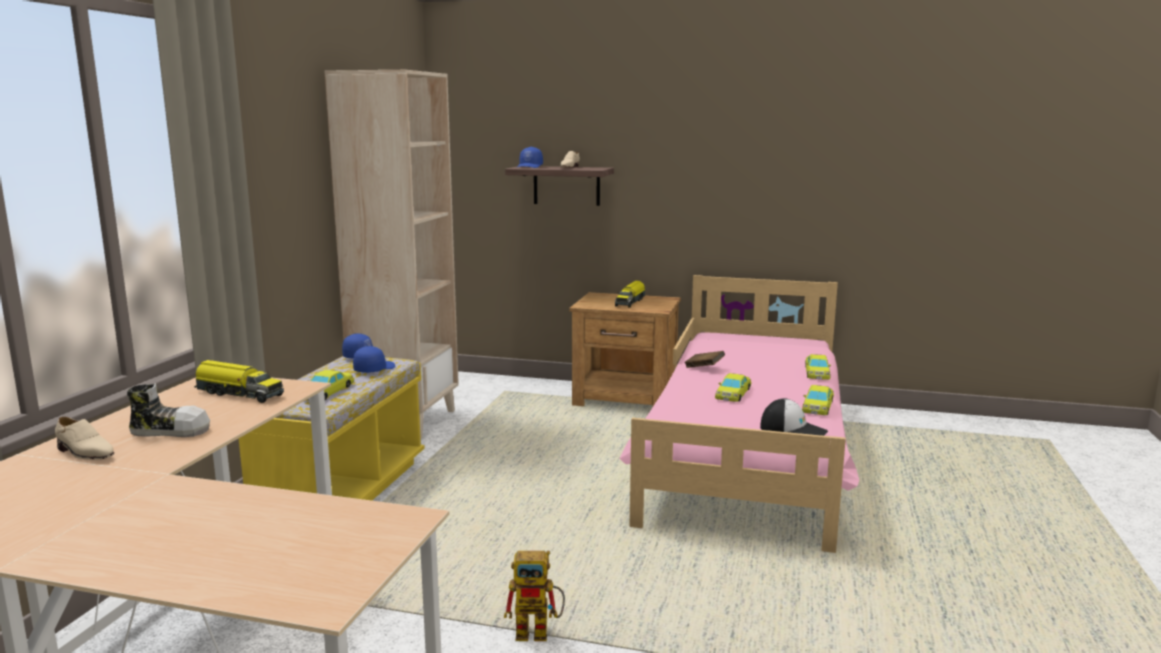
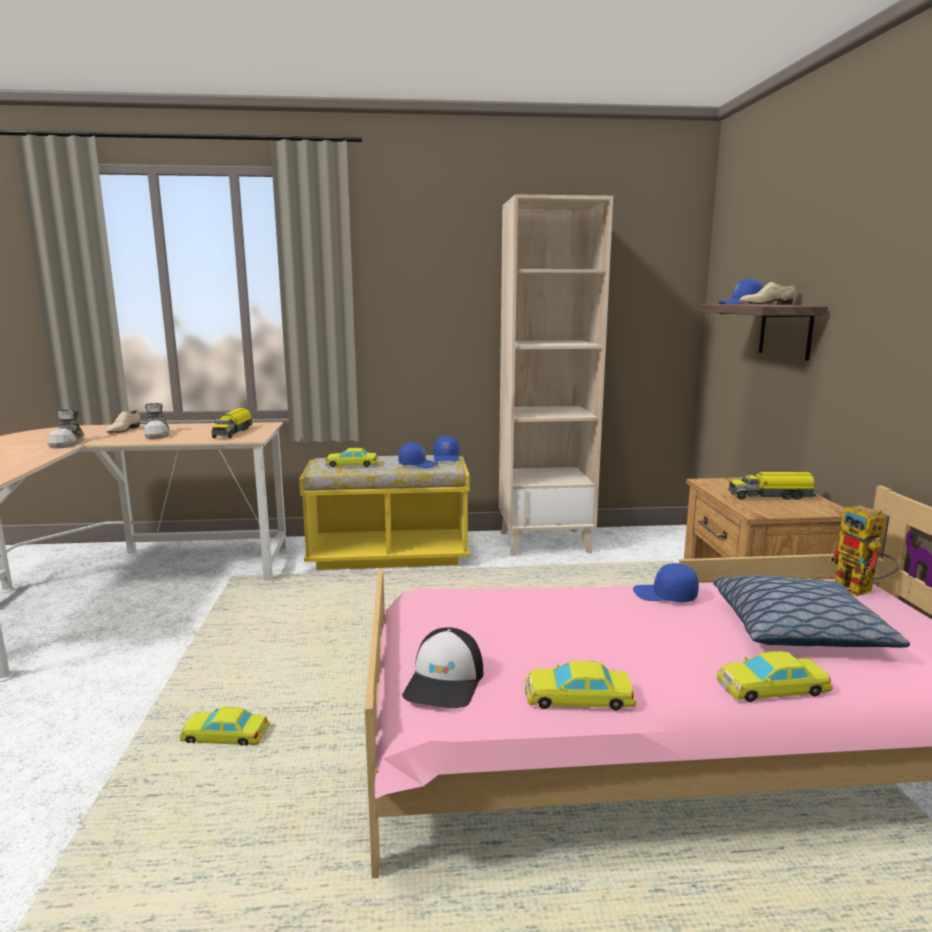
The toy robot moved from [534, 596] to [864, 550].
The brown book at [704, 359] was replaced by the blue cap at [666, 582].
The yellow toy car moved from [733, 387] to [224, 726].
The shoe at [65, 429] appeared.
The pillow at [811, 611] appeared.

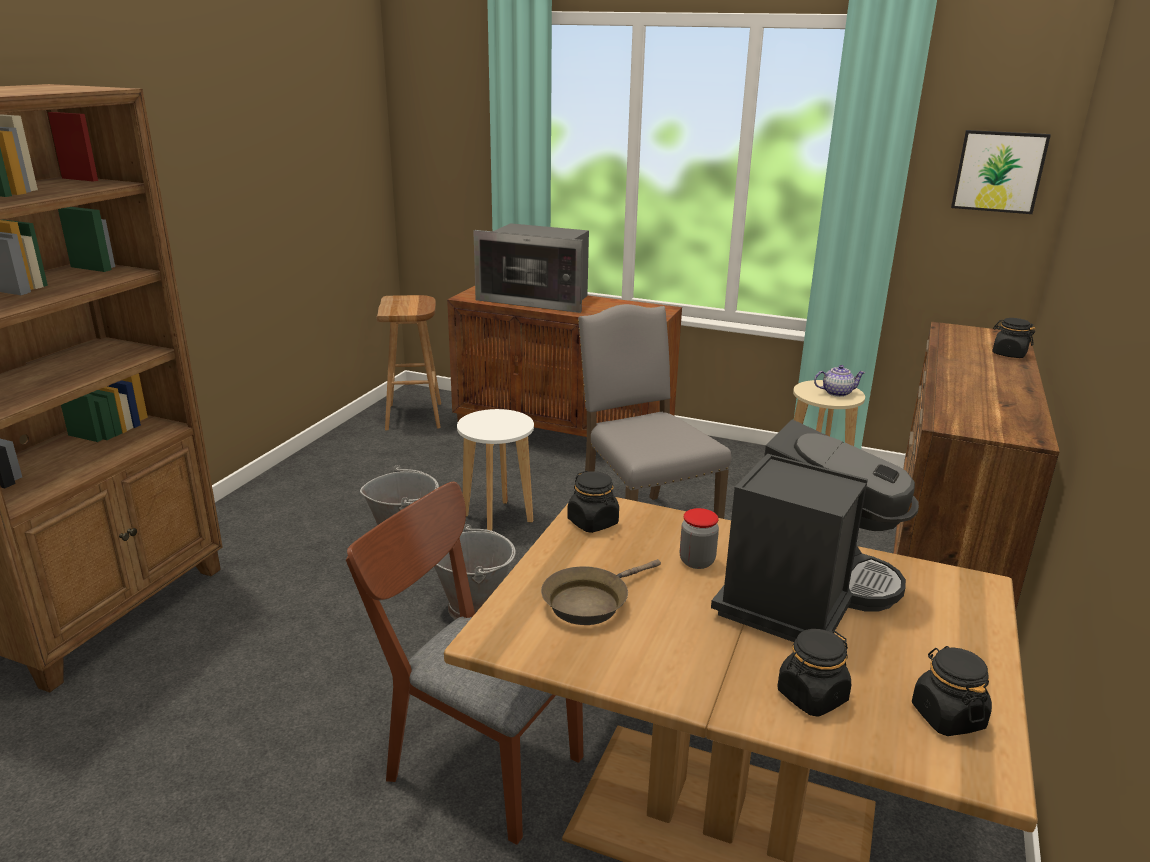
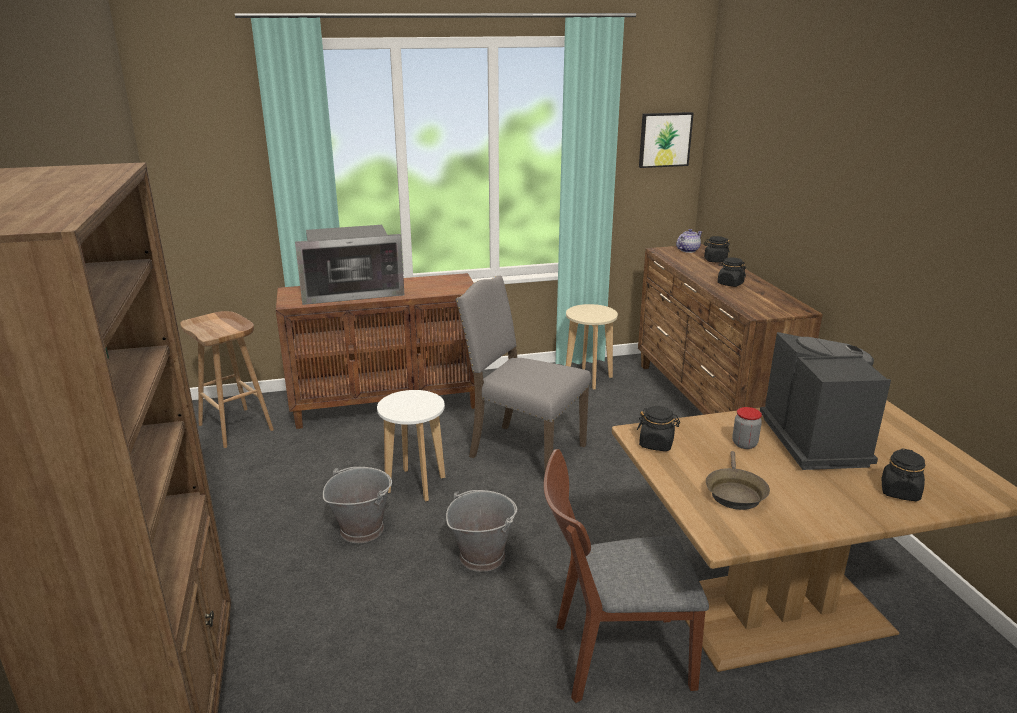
The teapot moved from [839, 381] to [689, 241].
The black jar moved from [952, 691] to [732, 272].

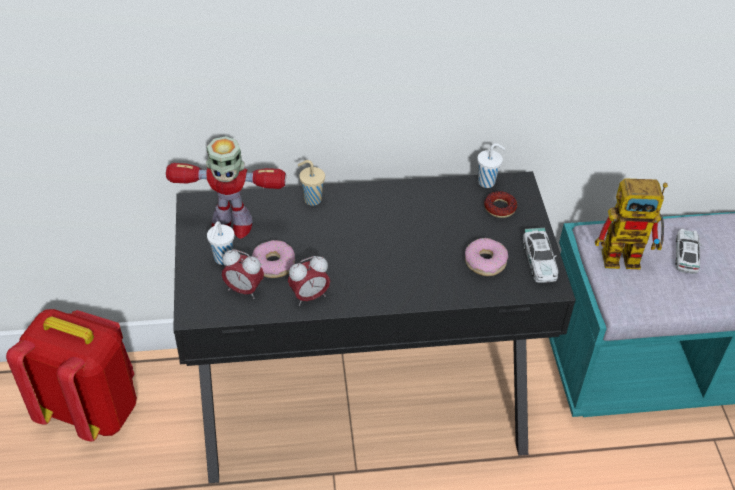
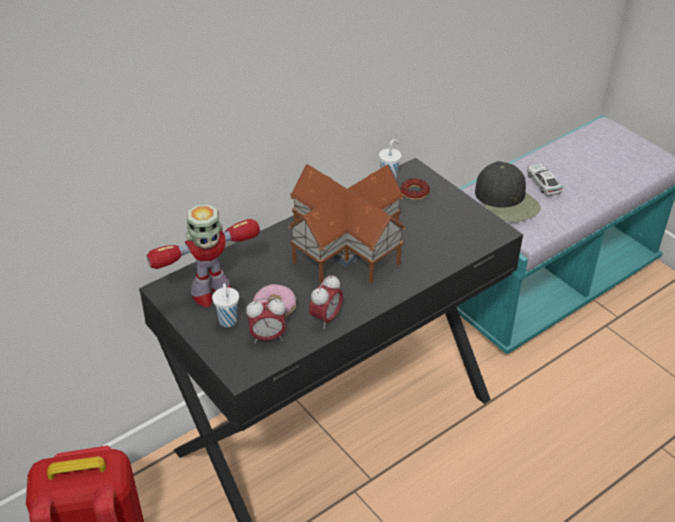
The beige cup at [311, 183] disappeared.
The donut at [486, 257] disappeared.
The toy car at [540, 255] disappeared.
The toy robot at [631, 224] was replaced by the black cap at [508, 191].
The toy house at [347, 224] appeared.

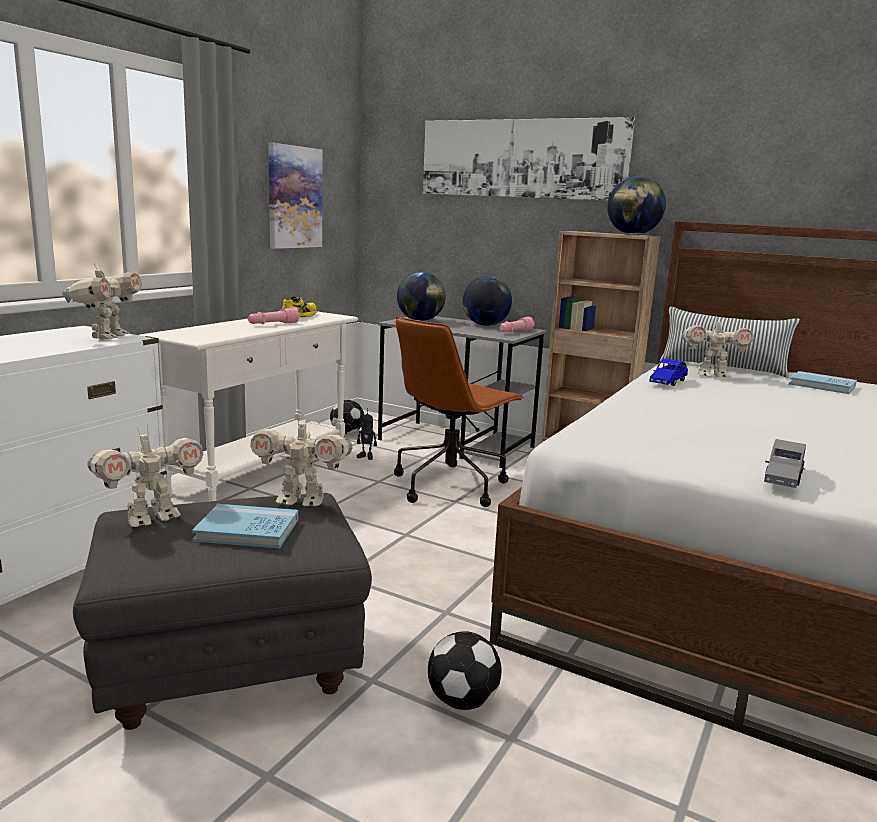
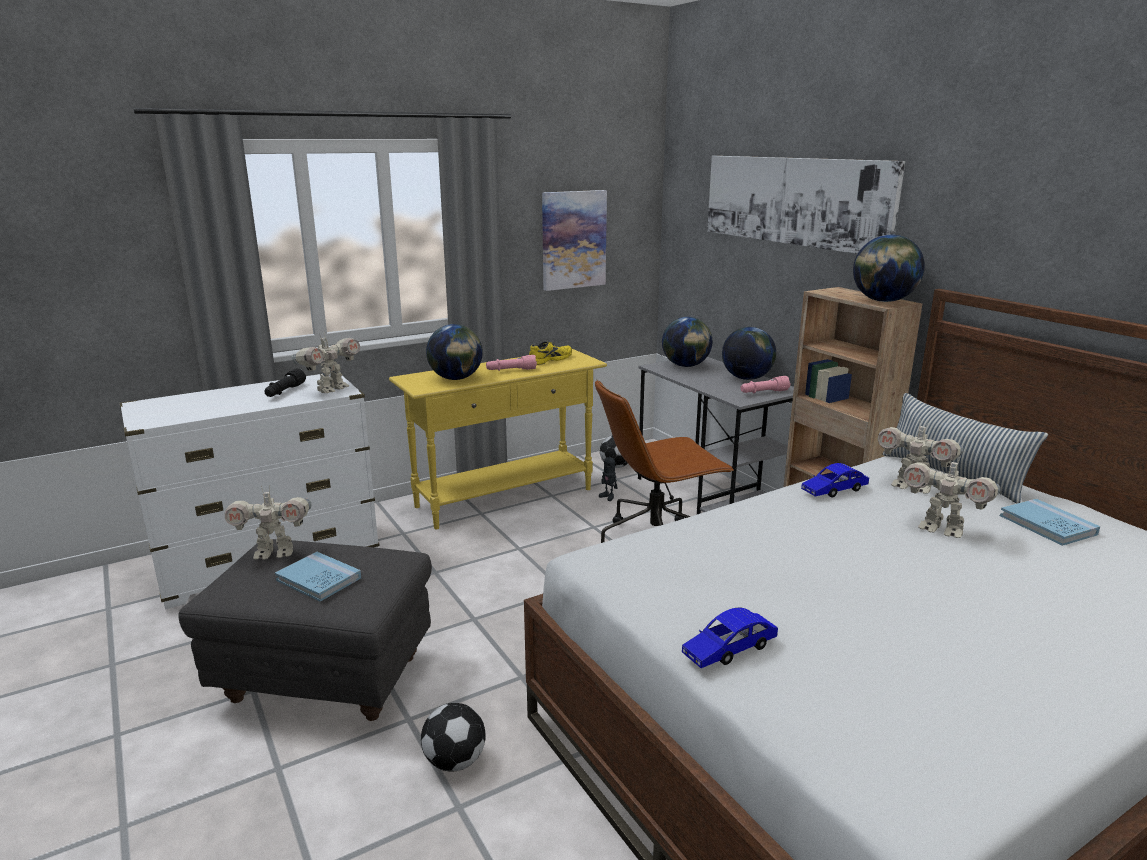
The white console table at [249, 407] became the yellow console table at [498, 439].
The toy robot moved from [301, 460] to [951, 496].
The grey toy car at [785, 463] became the blue toy car at [730, 638].
The black flashlight at [285, 382] appeared.
The globe at [454, 352] appeared.

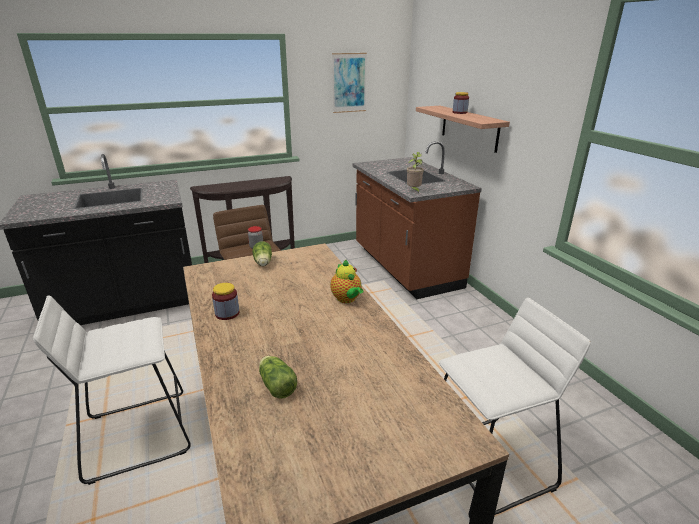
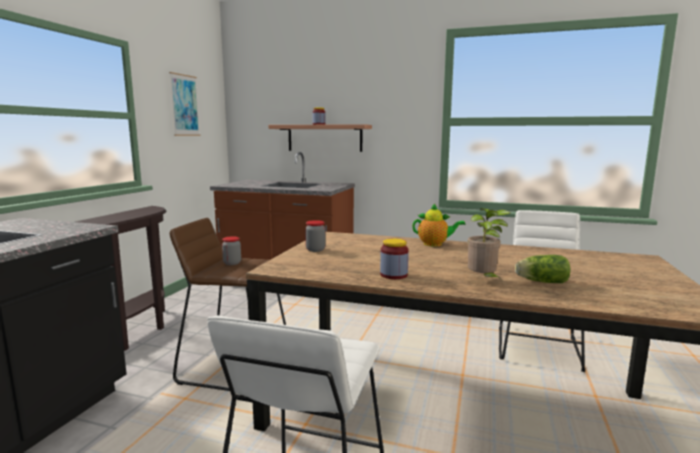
The lettuce at [262, 253] was replaced by the jar at [315, 236].
The potted plant moved from [415, 173] to [488, 244].

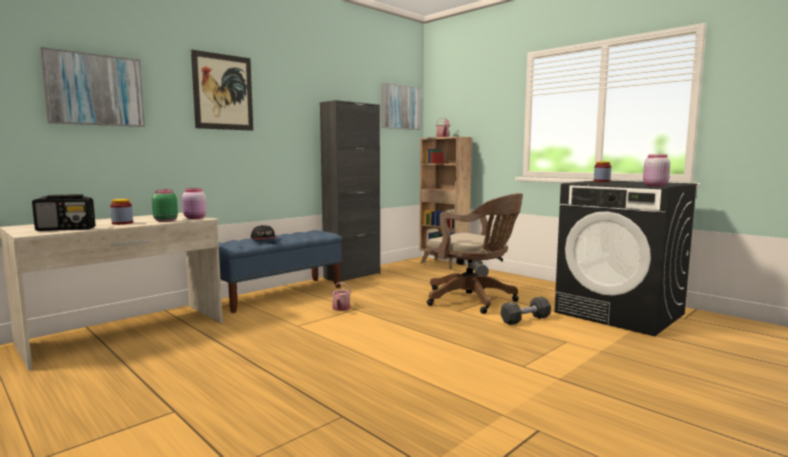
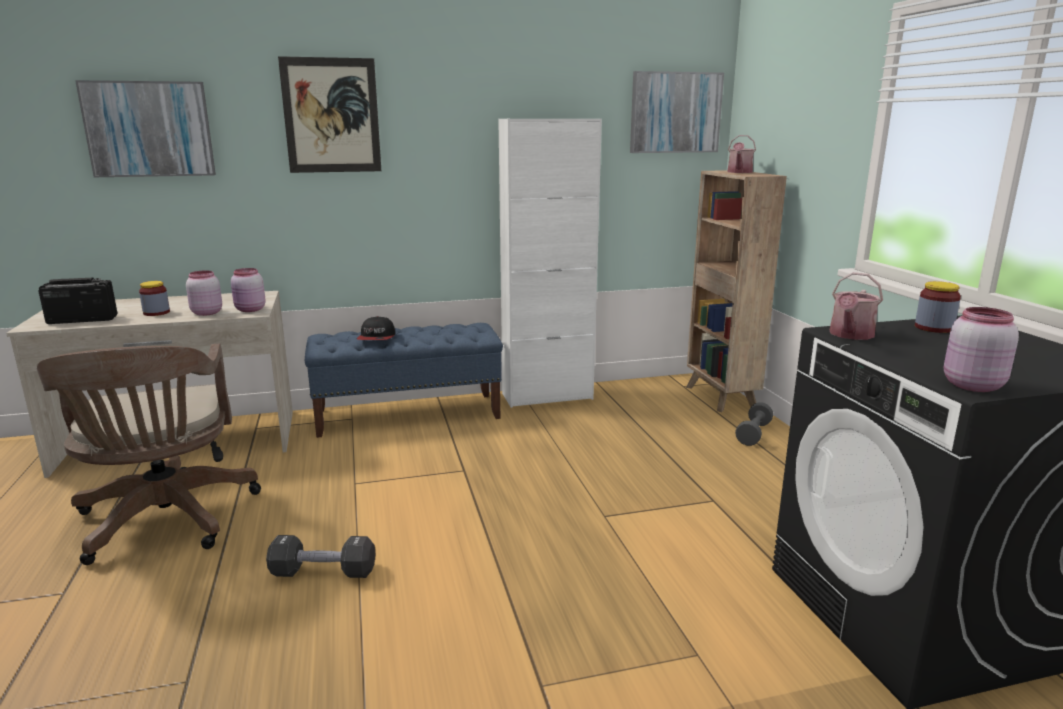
The radio at [63, 212] turned 150 degrees clockwise.
The green jar at [165, 206] became the pink jar at [204, 293].
The black cabinet at [350, 191] became the white cabinet at [550, 263].
The watering can moved from [341, 297] to [856, 306].
The brown office chair moved from [475, 253] to [149, 454].
The black dumbbell moved from [526, 311] to [320, 556].

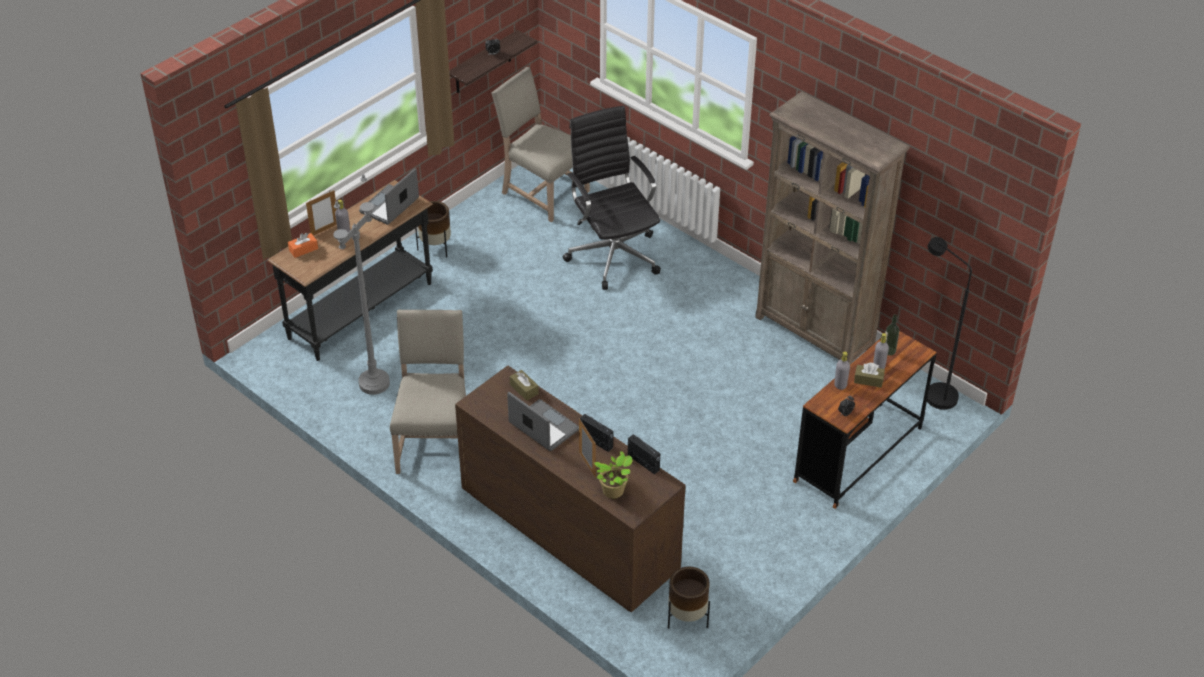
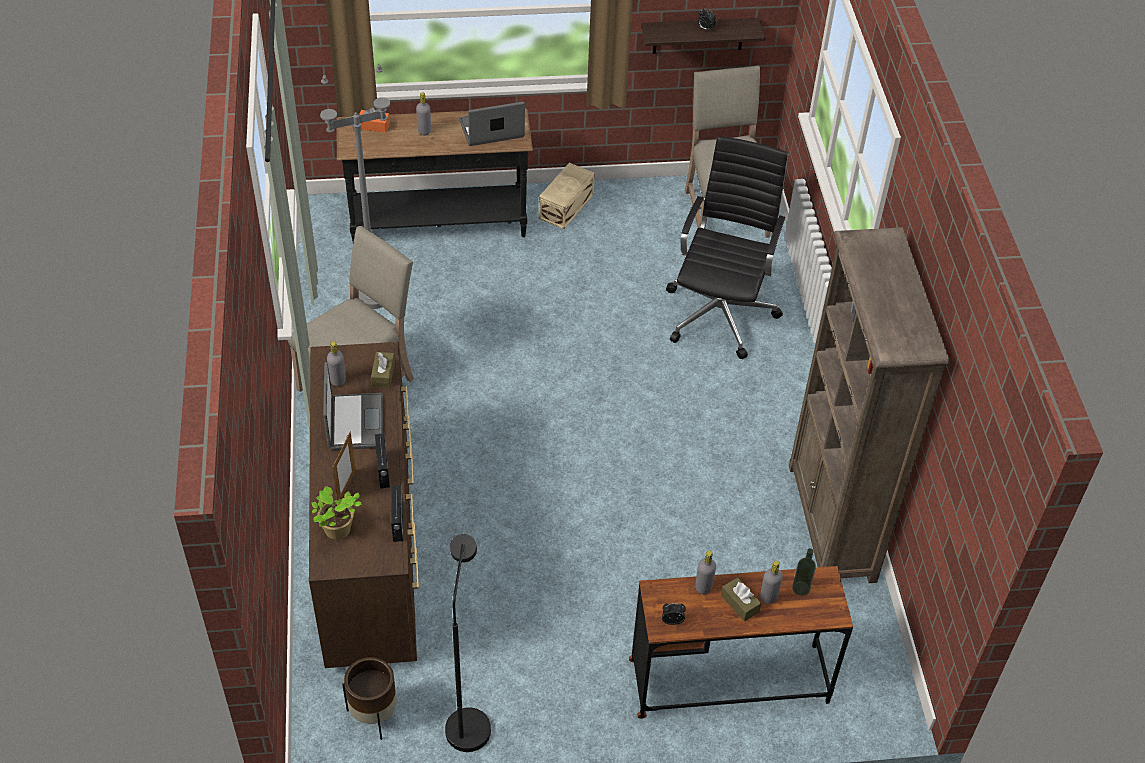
The picture frame at [321, 213] disappeared.
The brown planter at [433, 229] was replaced by the beige storage box at [567, 196].
The black floor lamp moved from [949, 323] to [468, 643].
The grey bottle at [336, 364] appeared.

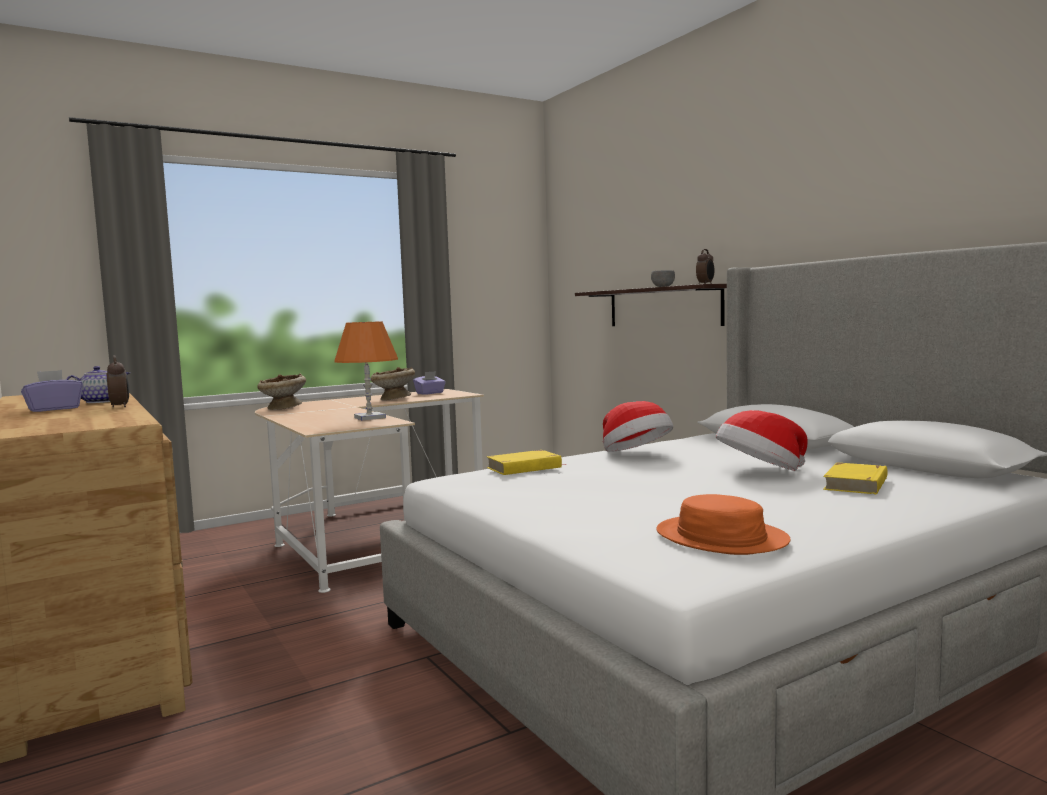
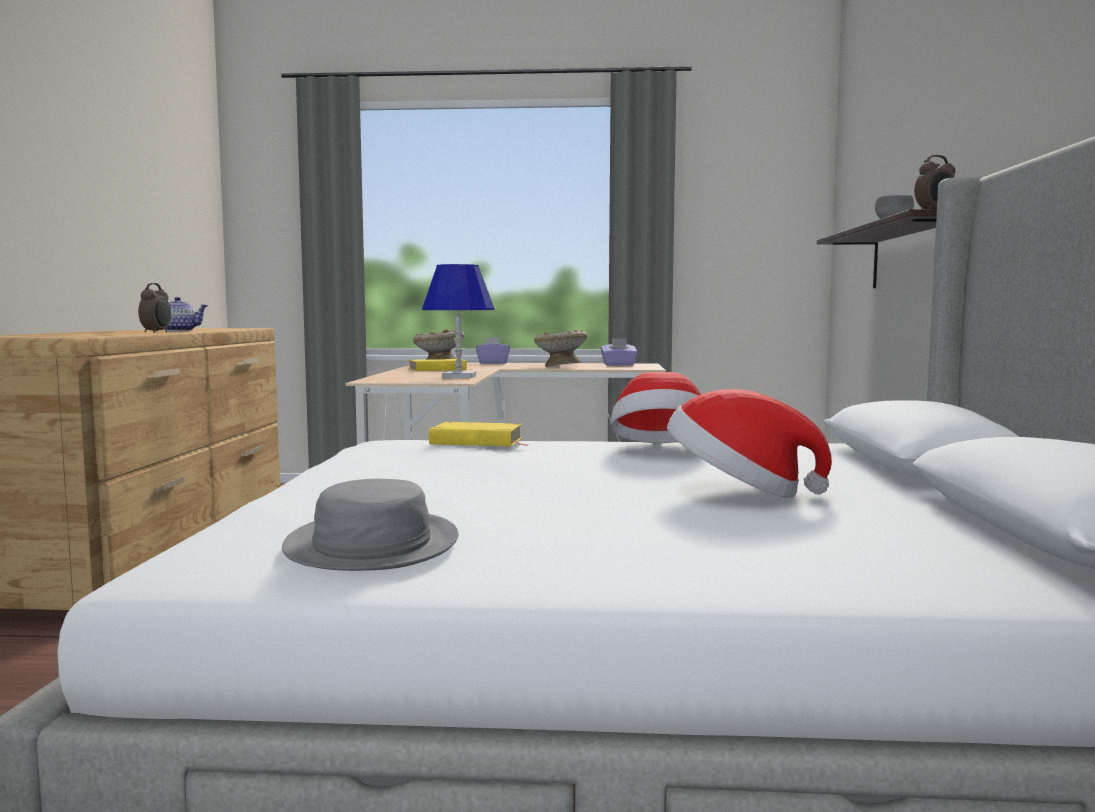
The purple tissue box moved from [52, 391] to [493, 350].
The orange table lamp at [366, 370] became the blue table lamp at [458, 321].
The orange hat at [723, 524] became the grey hat at [370, 525].
The yellow book moved from [855, 478] to [438, 365].

